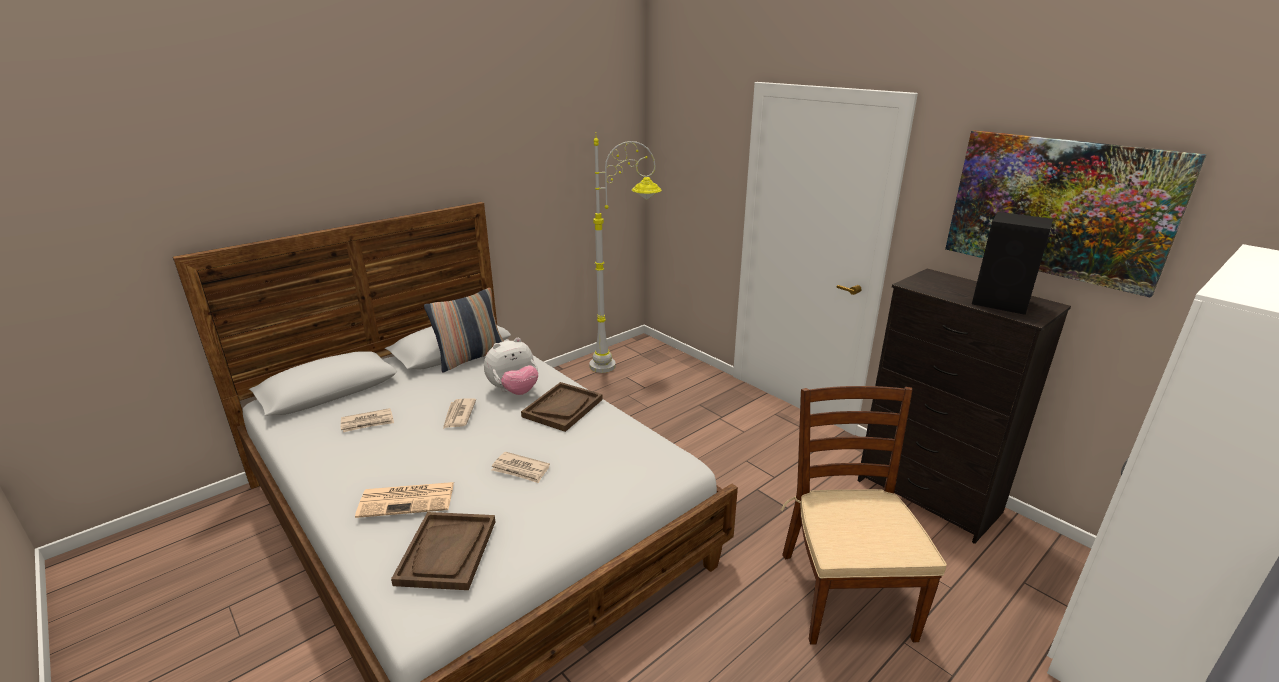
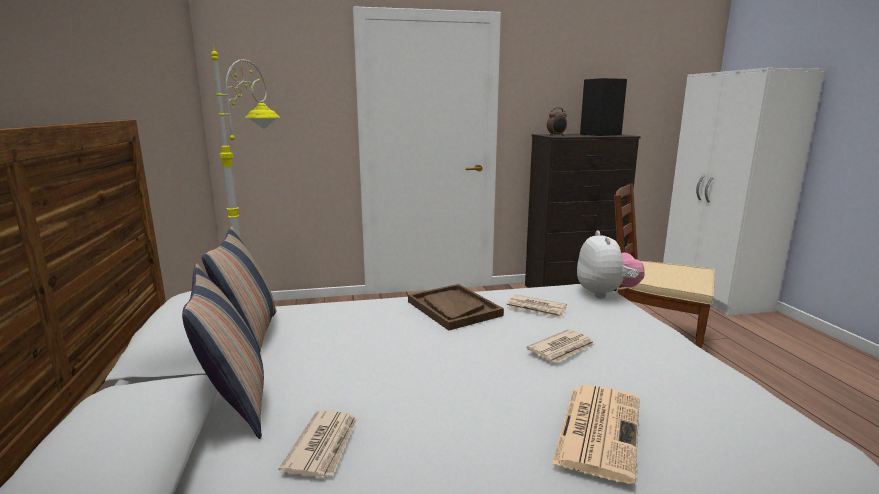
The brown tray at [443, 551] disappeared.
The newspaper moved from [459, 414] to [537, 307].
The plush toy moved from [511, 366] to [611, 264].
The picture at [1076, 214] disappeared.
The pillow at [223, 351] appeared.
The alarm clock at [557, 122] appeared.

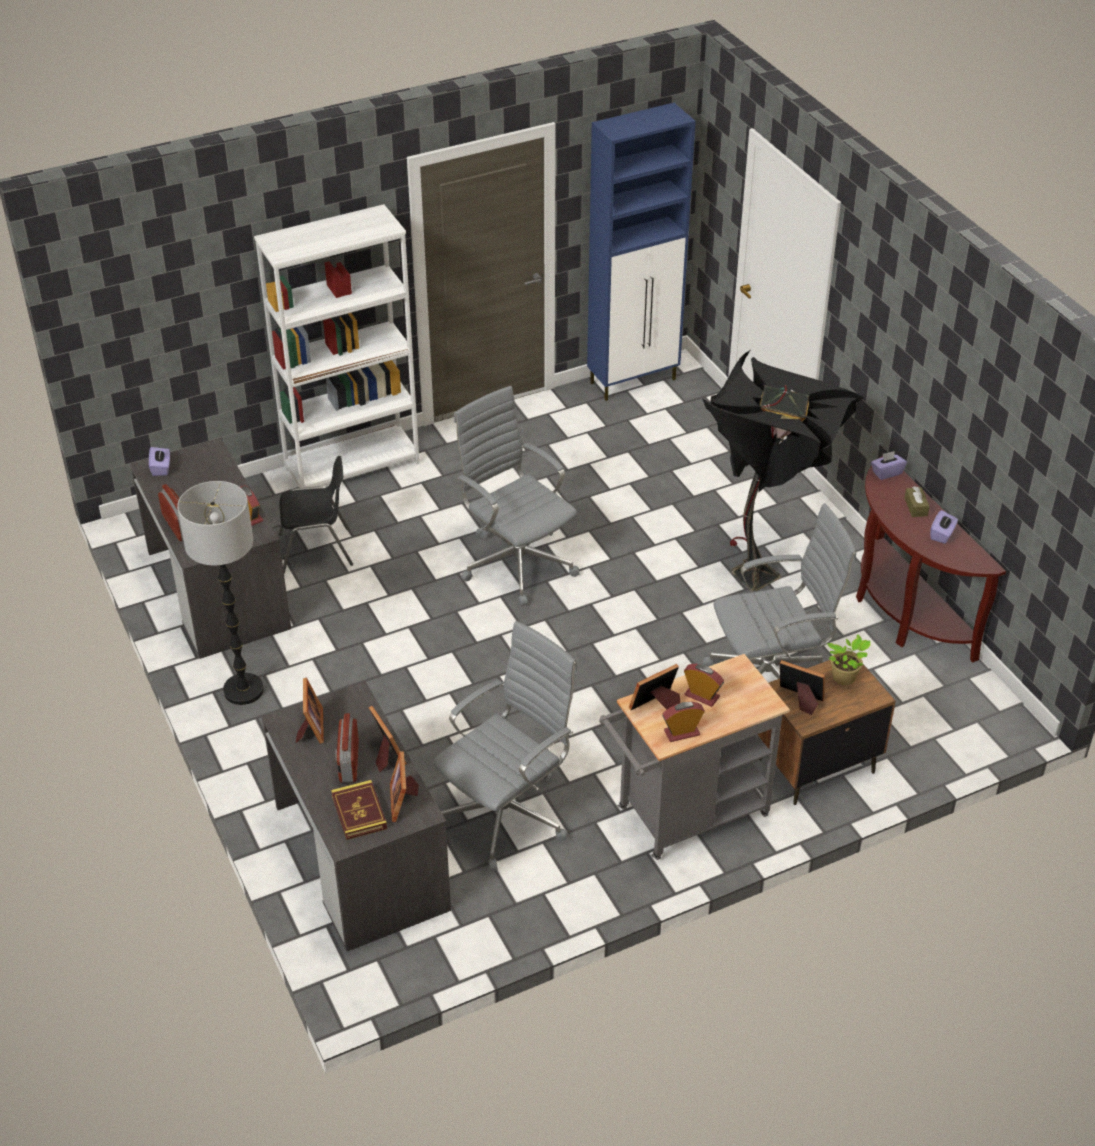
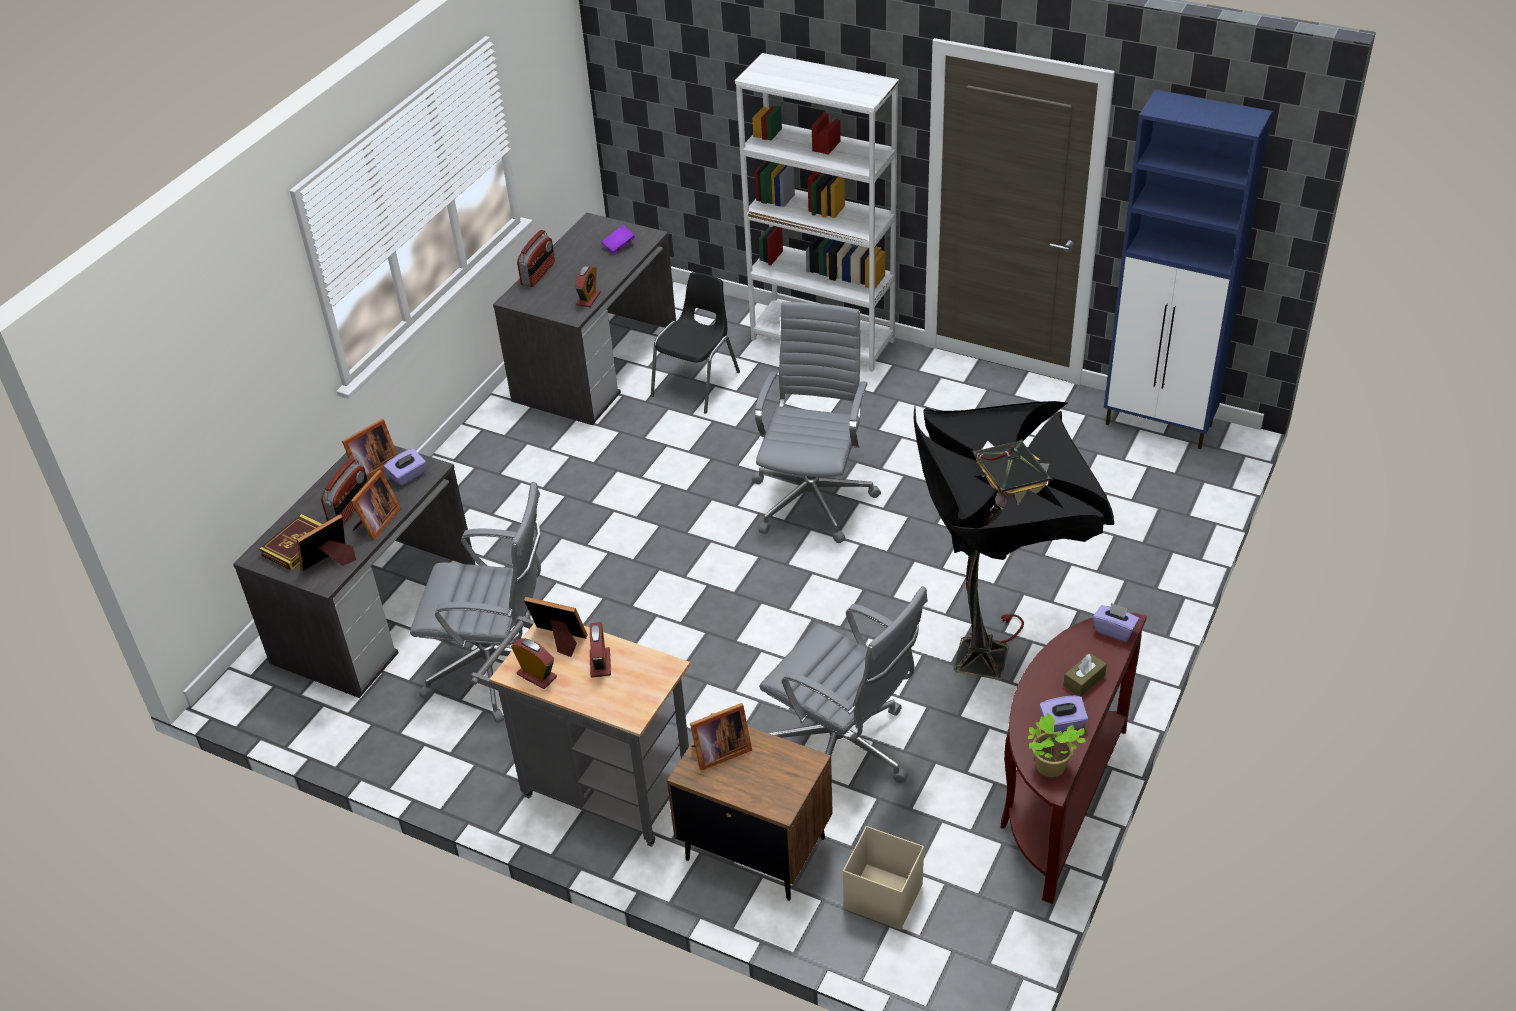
The purple tissue box moved from [159, 461] to [405, 467].
The floor lamp at [220, 593] disappeared.
The black chair at [316, 515] turned 105 degrees counterclockwise.
The radio at [347, 748] turned 150 degrees clockwise.
The picture frame at [802, 687] turned 75 degrees clockwise.
The potted plant moved from [849, 659] to [1057, 745].
The purple book at [618, 239] appeared.
The beige storage box at [883, 878] appeared.

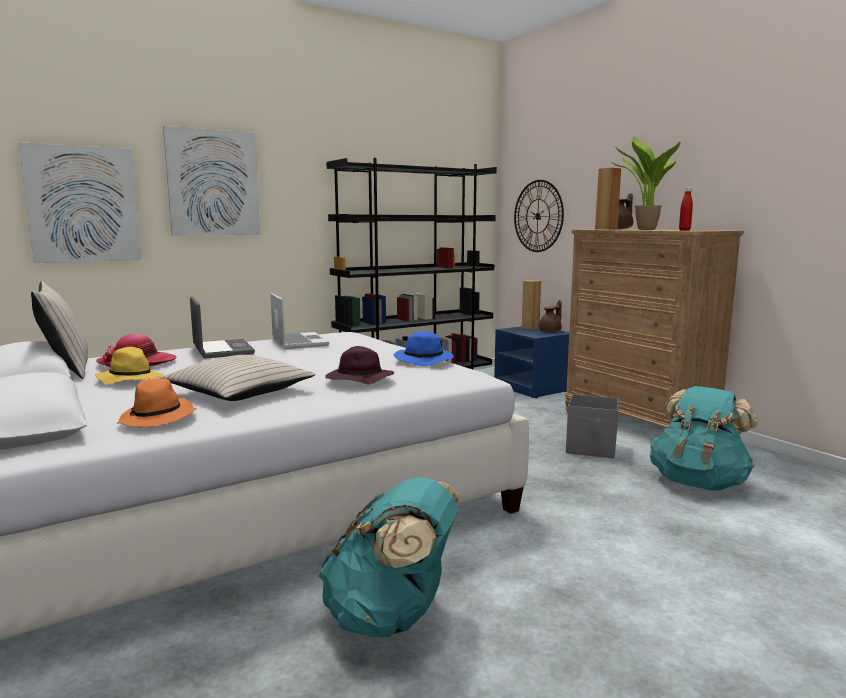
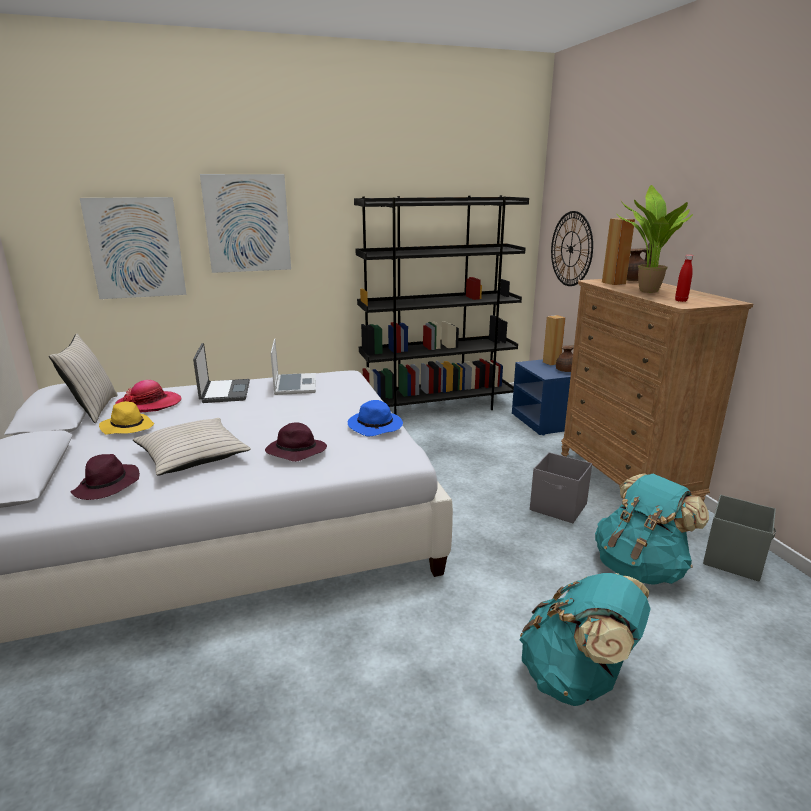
The orange hat at [157, 402] became the purple hat at [105, 477].
The turquoise backpack moved from [388, 558] to [585, 639].
The grey storage box at [739, 538] appeared.

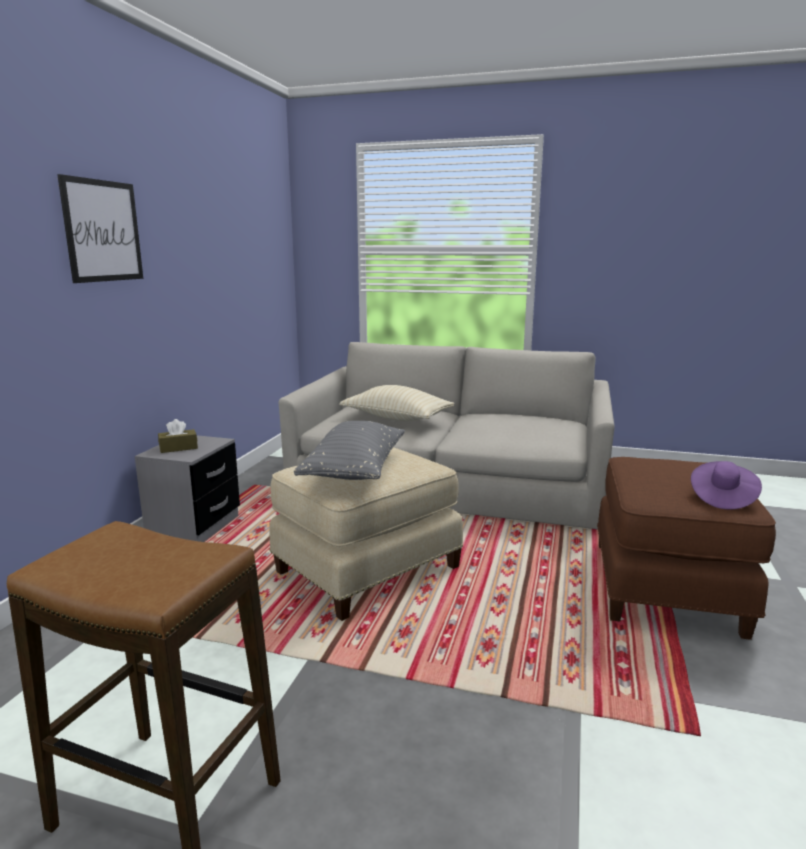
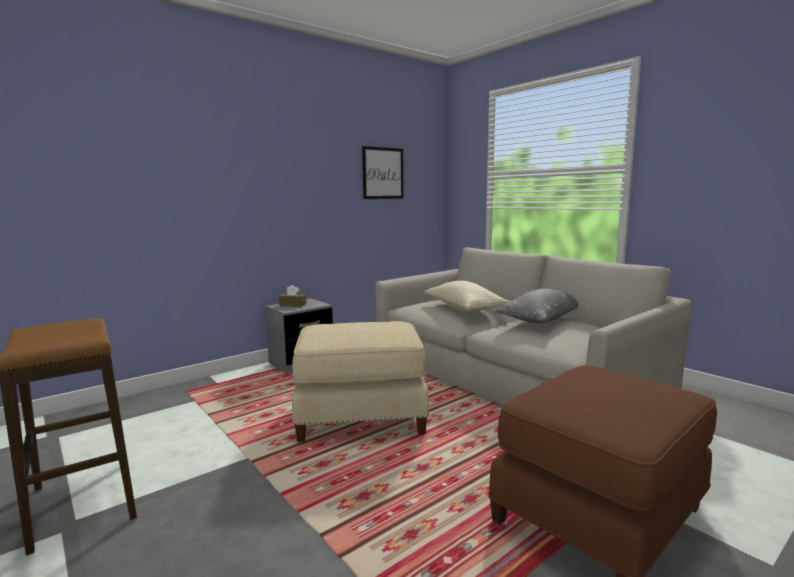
The picture moved from [100, 228] to [383, 172].
The grey pillow moved from [349, 450] to [536, 306].
The purple hat at [726, 485] disappeared.

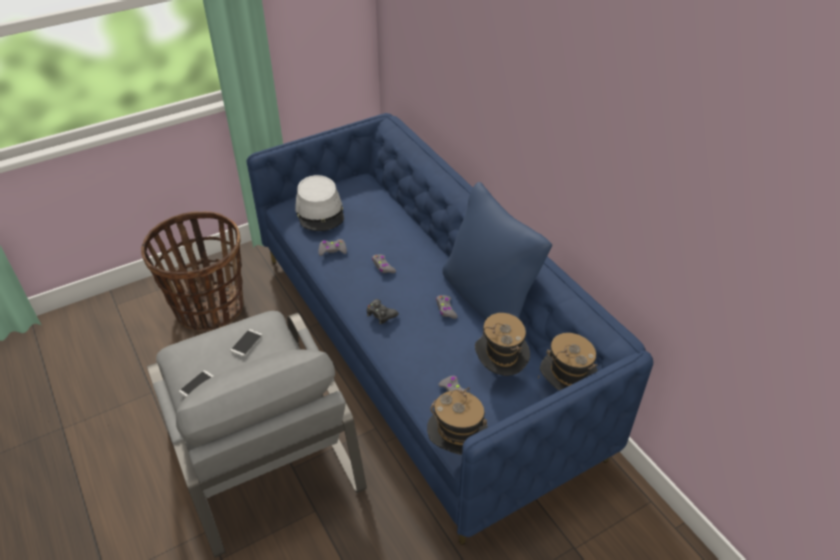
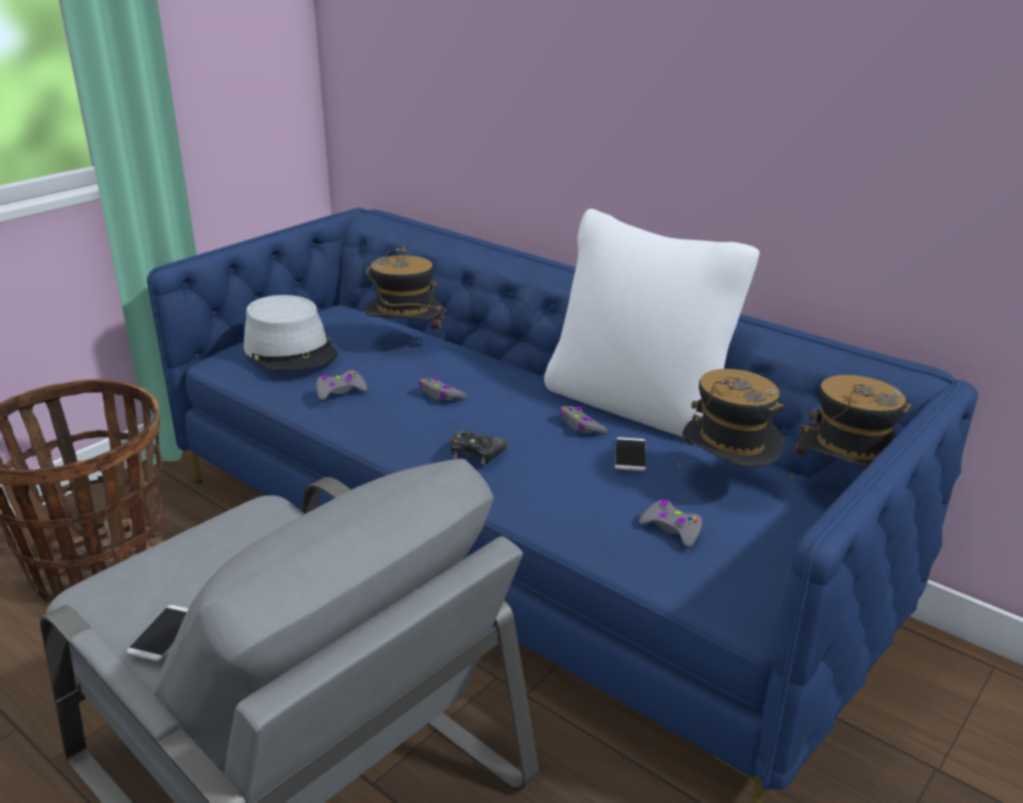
The phone moved from [246, 342] to [630, 454].
The hat moved from [457, 421] to [405, 293].
The blue pillow at [497, 251] became the white pillow at [652, 323].

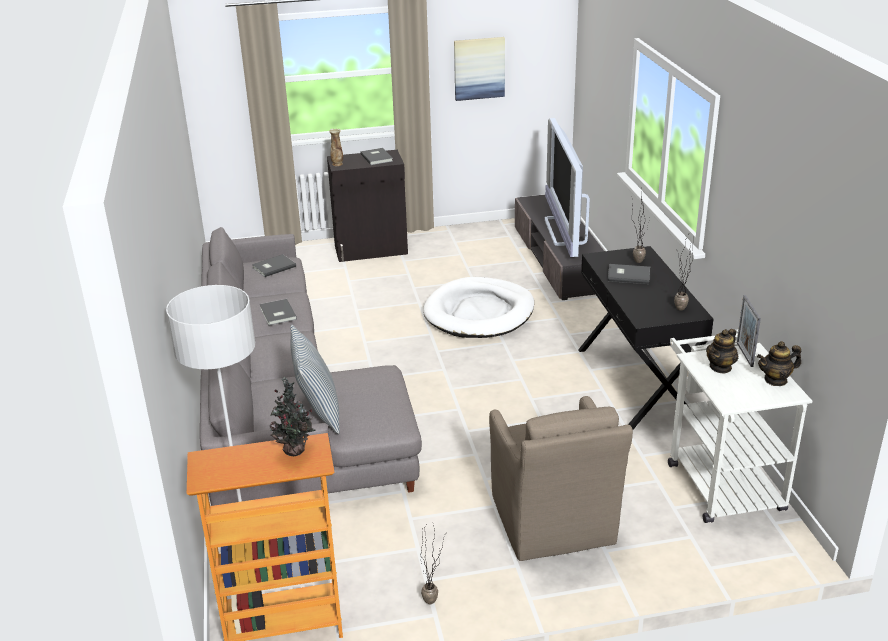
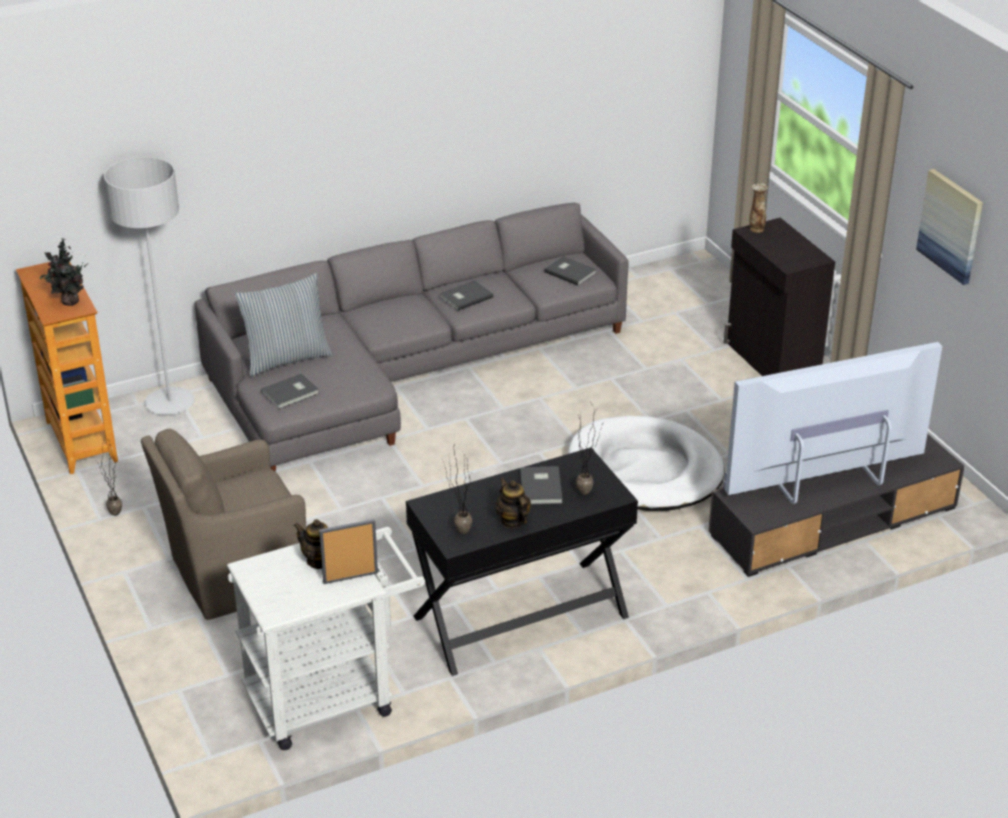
The grey book moved from [376, 156] to [290, 391].
The teapot moved from [779, 363] to [513, 502].

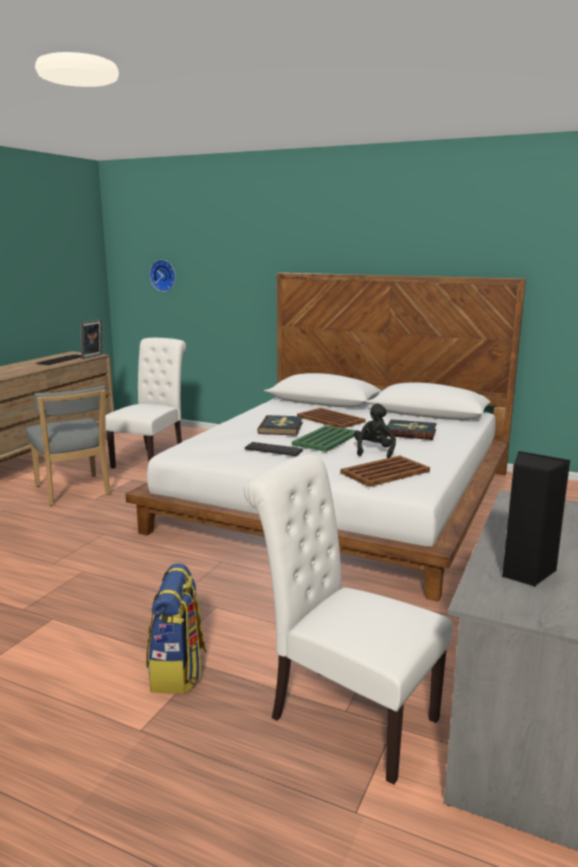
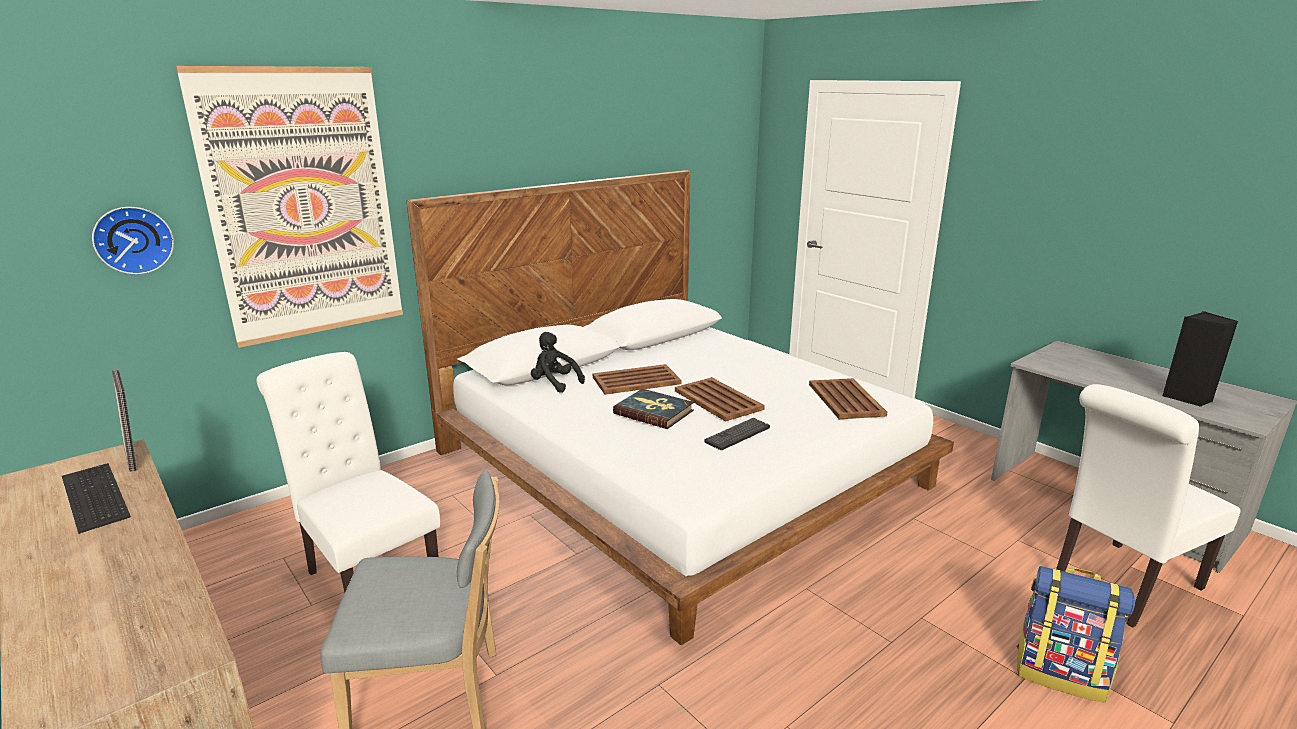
The green tray at [324, 438] became the brown tray at [720, 399].
The black plush toy moved from [375, 431] to [558, 362].
The book at [411, 429] disappeared.
The picture at [289, 207] appeared.

